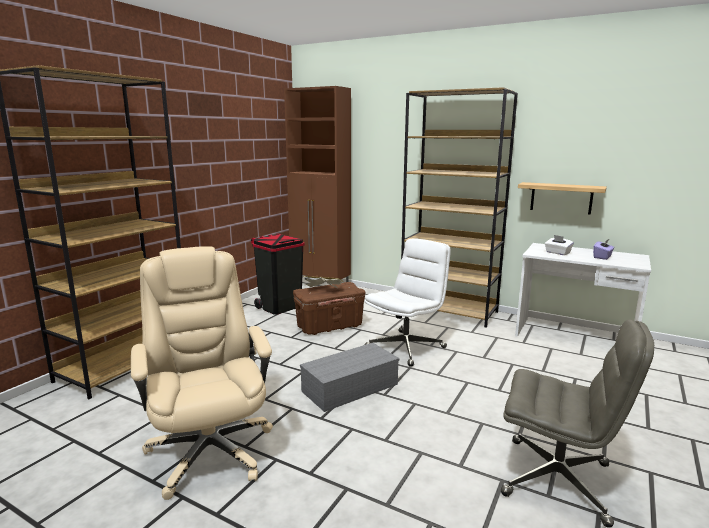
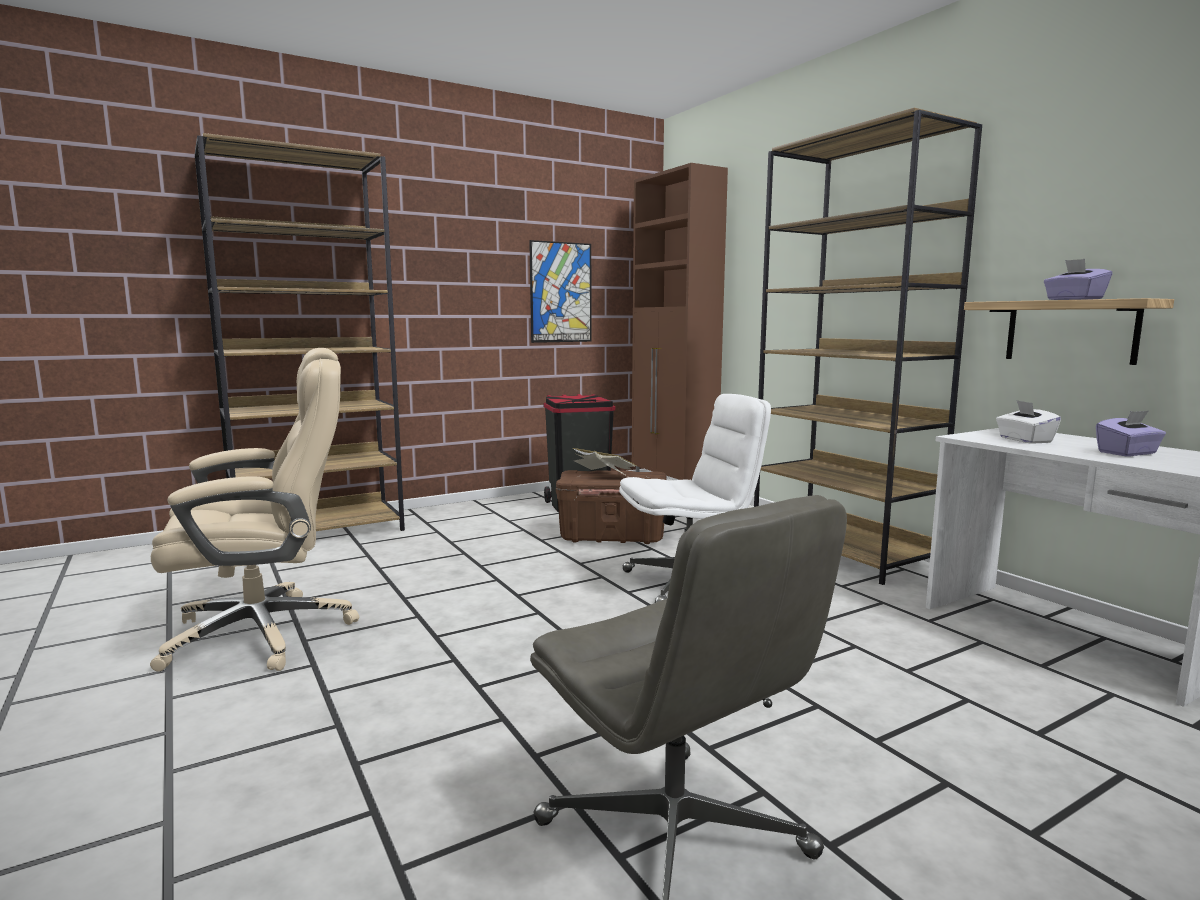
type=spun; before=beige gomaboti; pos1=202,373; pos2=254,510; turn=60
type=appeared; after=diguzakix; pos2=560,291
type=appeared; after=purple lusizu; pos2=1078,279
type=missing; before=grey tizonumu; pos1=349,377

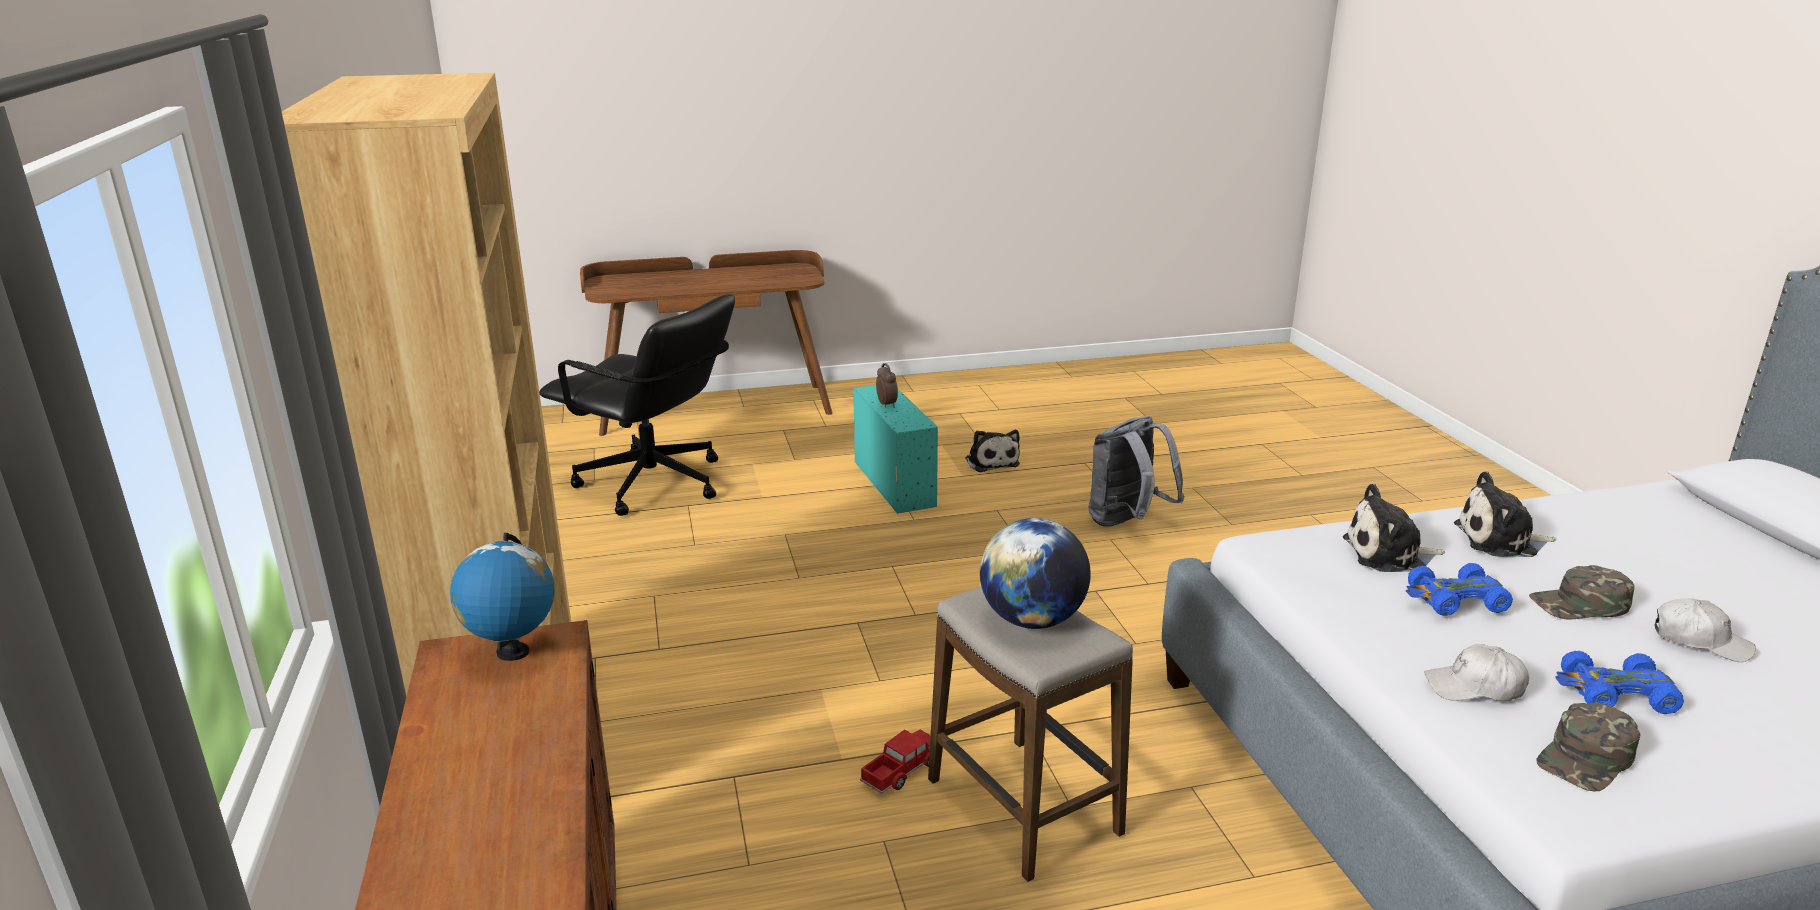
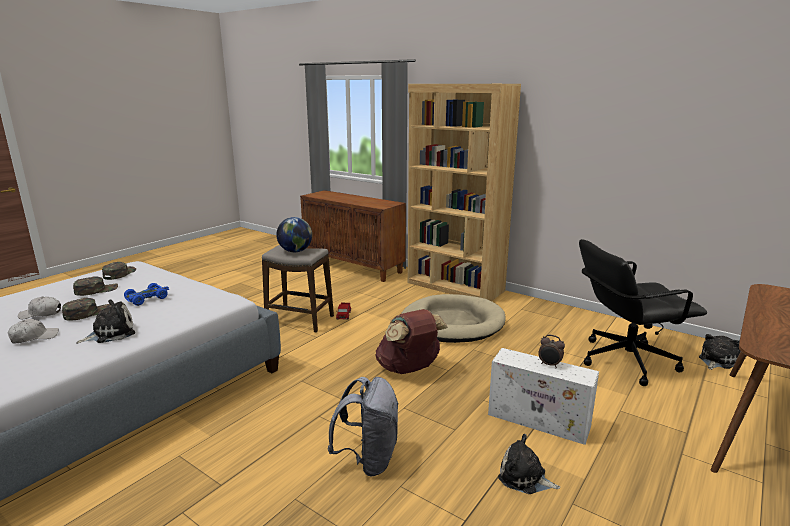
type=relocated; before=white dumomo; pos1=1476,672; pos2=33,331
type=exchanged; before=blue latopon; after=green dumomo; pos1=1619,682; pos2=95,286
type=appeared; after=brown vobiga; pos2=411,341
type=appeared; after=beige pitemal; pos2=453,318
type=colour; before=turquoise tizonumu; after=white tizonumu; pos1=895,449; pos2=543,396
type=relocated; before=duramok; pos1=1394,528; pos2=719,352
type=missing; before=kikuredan; pos1=502,597

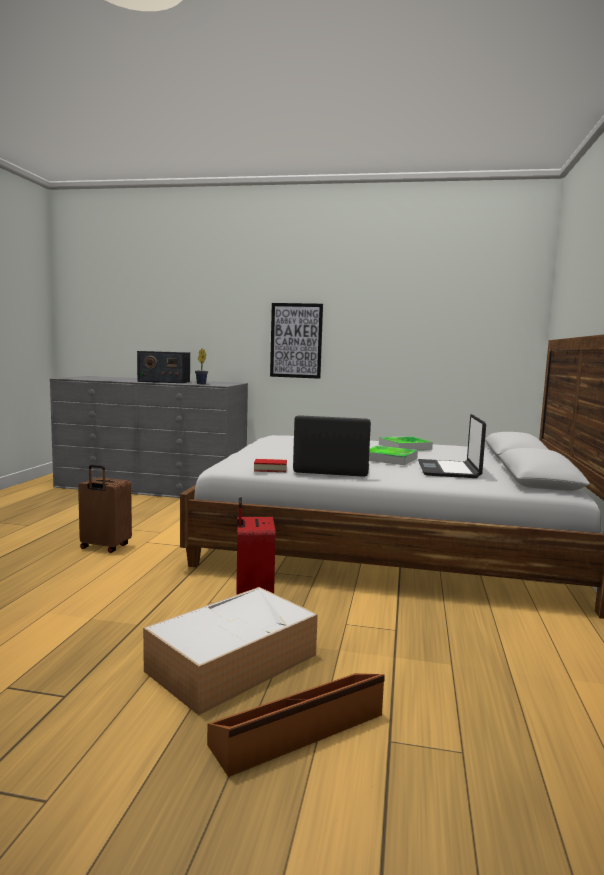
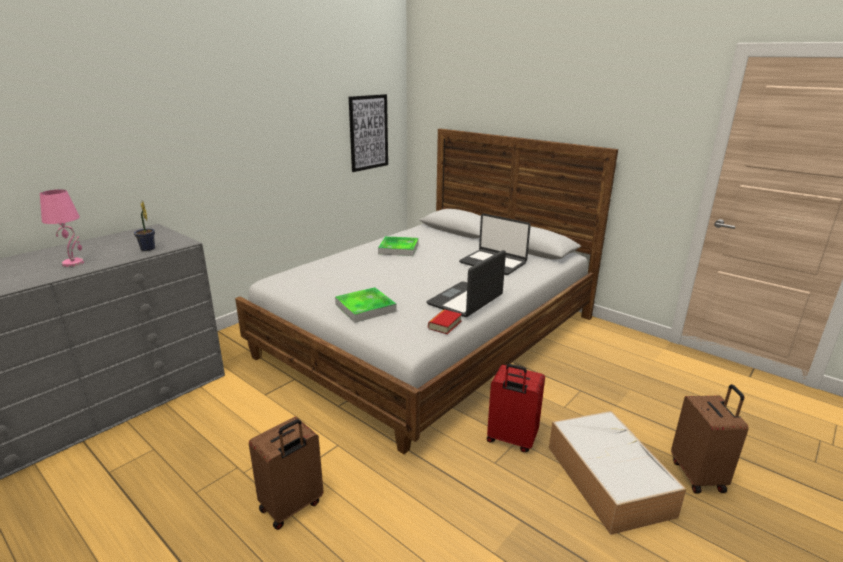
type=exchanged; before=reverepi; after=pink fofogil; pos1=163,367; pos2=62,228
type=relocated; before=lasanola; pos1=393,455; pos2=365,305
type=relocated; before=diguzakix; pos1=296,341; pos2=368,133
type=exchanged; before=brown tizonumu; after=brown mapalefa; pos1=296,725; pos2=710,439

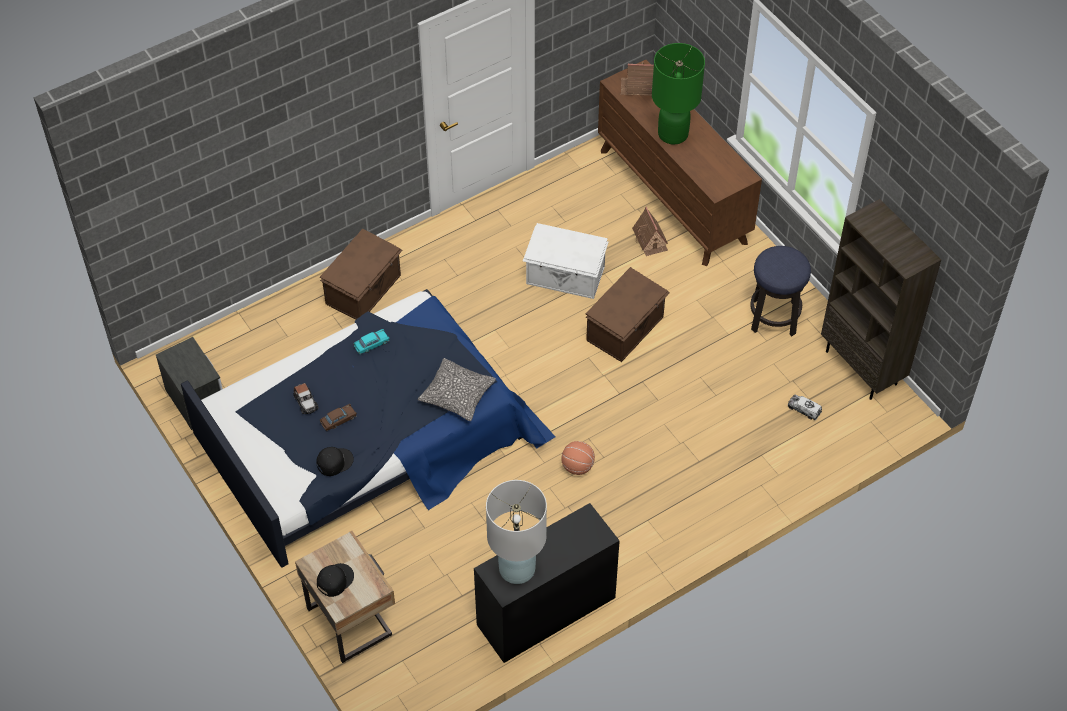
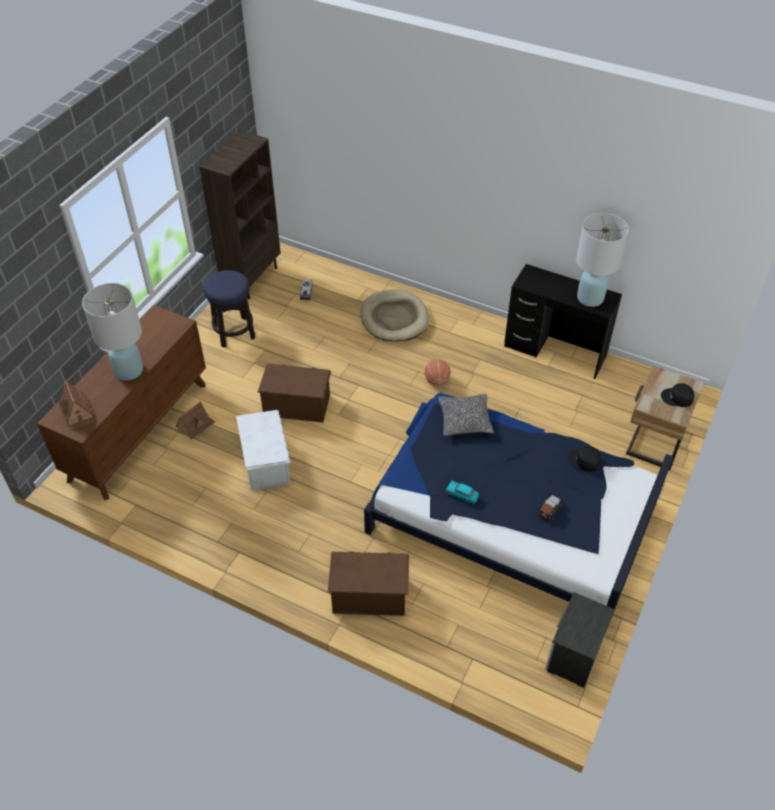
type=colour; before=green fofogil; after=white fofogil; pos1=678,93; pos2=112,331
type=appeared; after=beige pitemal; pos2=395,315
type=missing; before=brown latopon; pos1=338,418

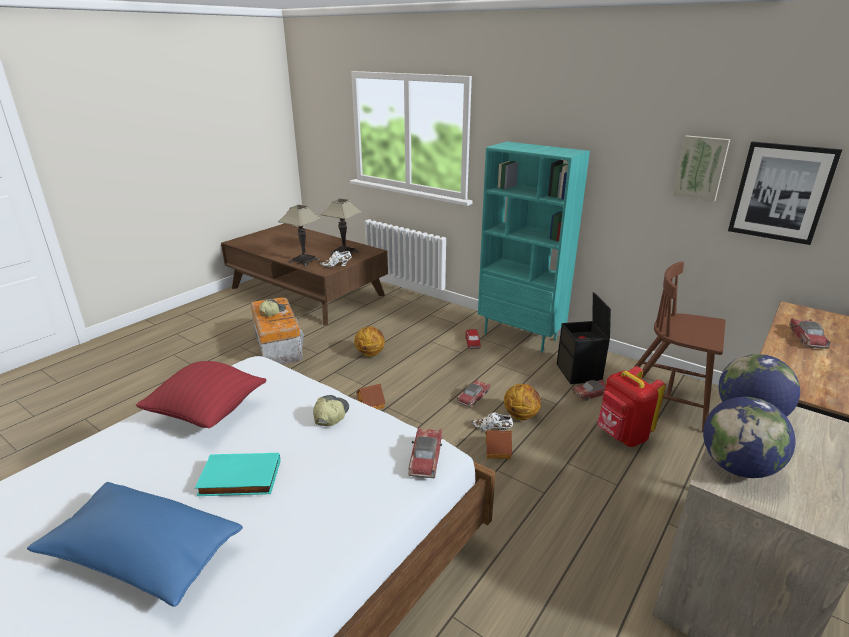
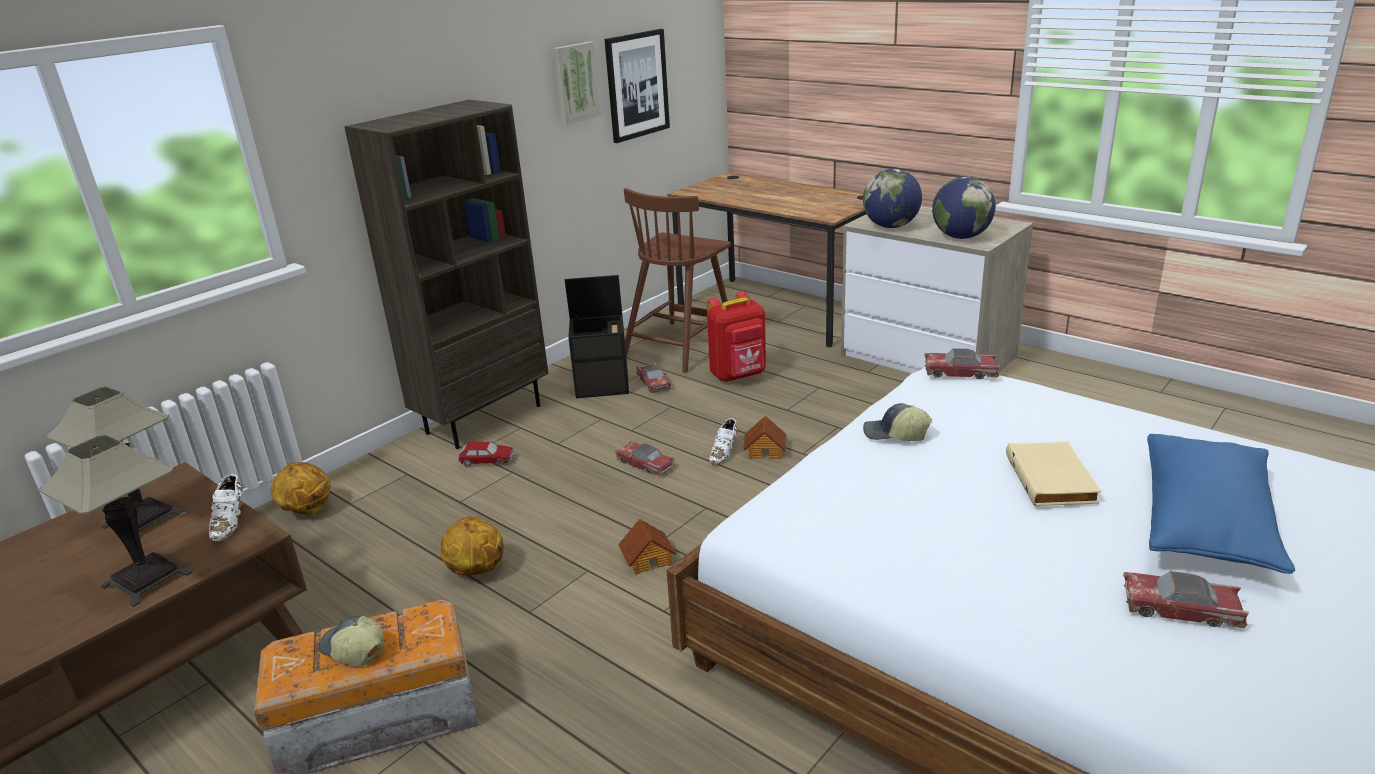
type=relocated; before=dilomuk; pos1=522,402; pos2=300,488
type=colour; before=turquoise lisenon; after=brown lisenon; pos1=534,247; pos2=446,274
type=colour; before=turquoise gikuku; after=beige gikuku; pos1=237,474; pos2=1053,474
type=relocated; before=latopon; pos1=810,333; pos2=1186,599
type=missing; before=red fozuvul; pos1=201,394

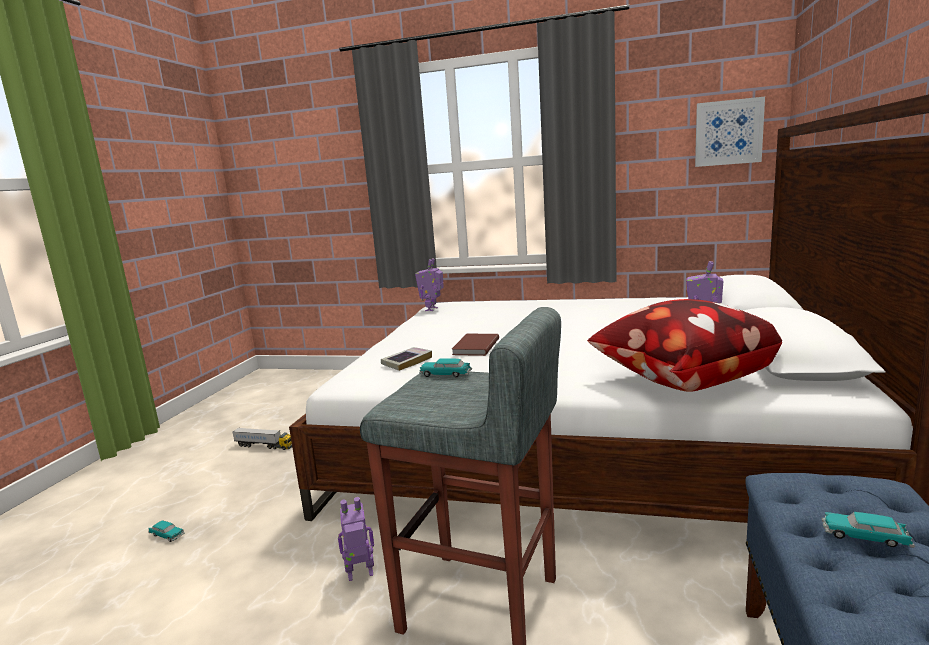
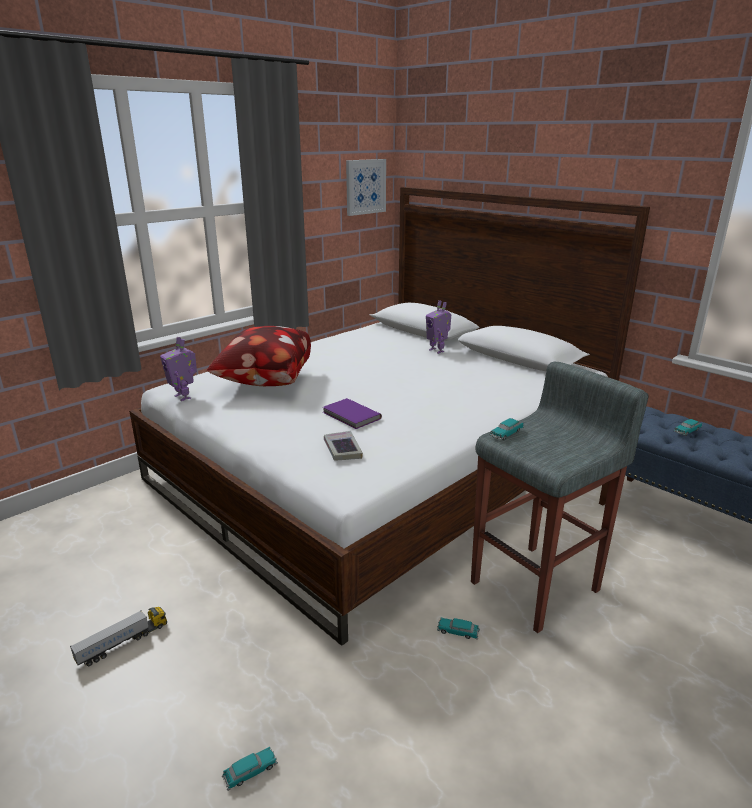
type=relocated; before=fozuvul; pos1=685,345; pos2=259,356
type=colour; before=brown gikuku; after=purple gikuku; pos1=475,345; pos2=352,413
type=exchanged; before=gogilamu; after=latopon; pos1=356,539; pos2=458,628

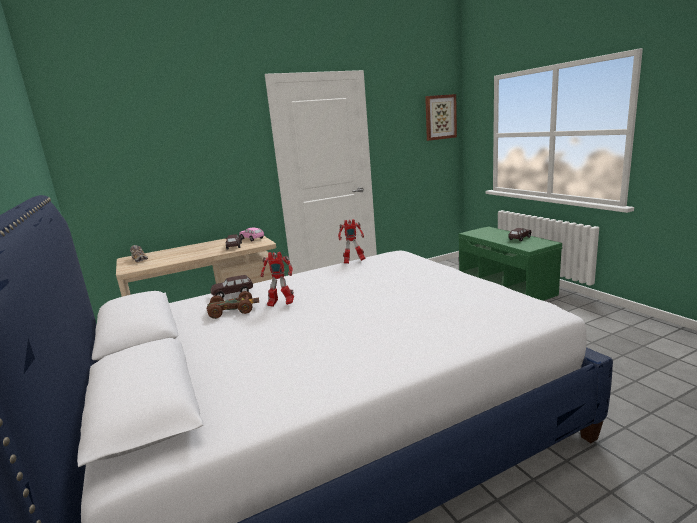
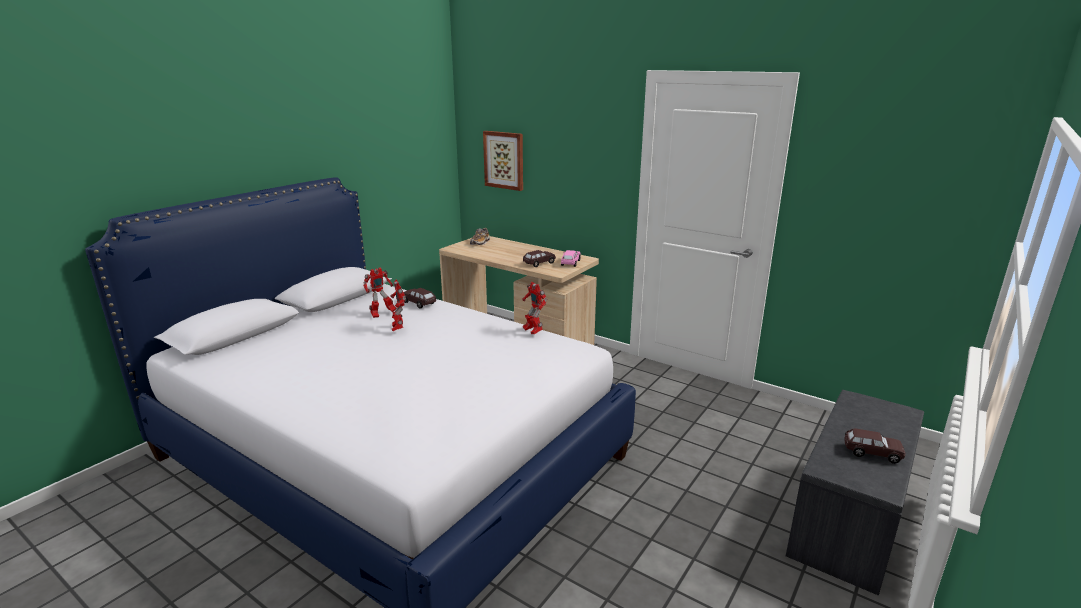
type=exchanged; before=brown latopon; after=gogilamu; pos1=233,305; pos2=379,292
type=relocated; before=diguzakix; pos1=441,117; pos2=503,161
type=colour; before=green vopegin; after=grey vopegin; pos1=510,264; pos2=855,493

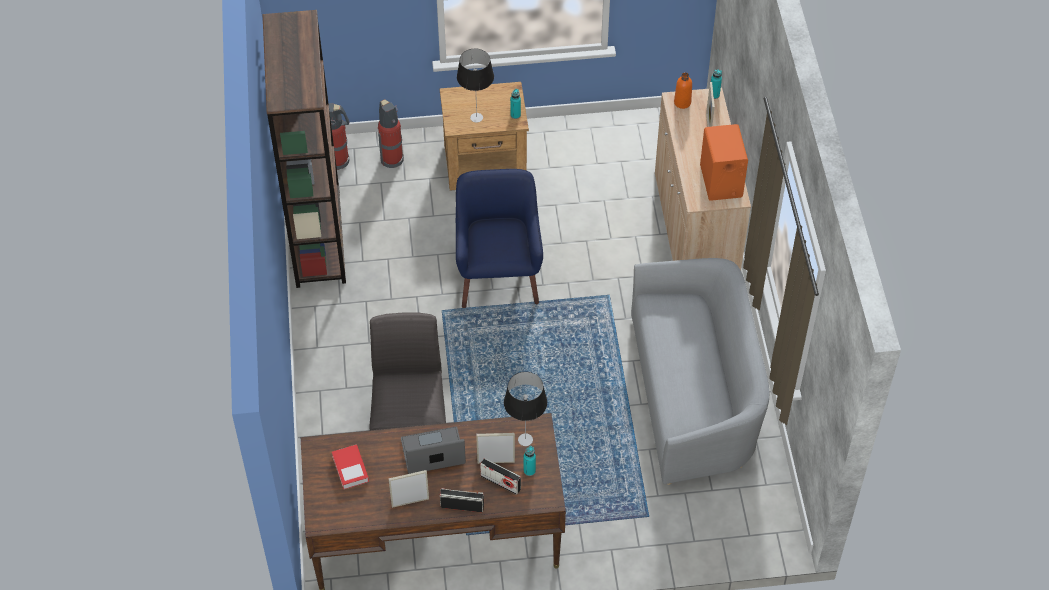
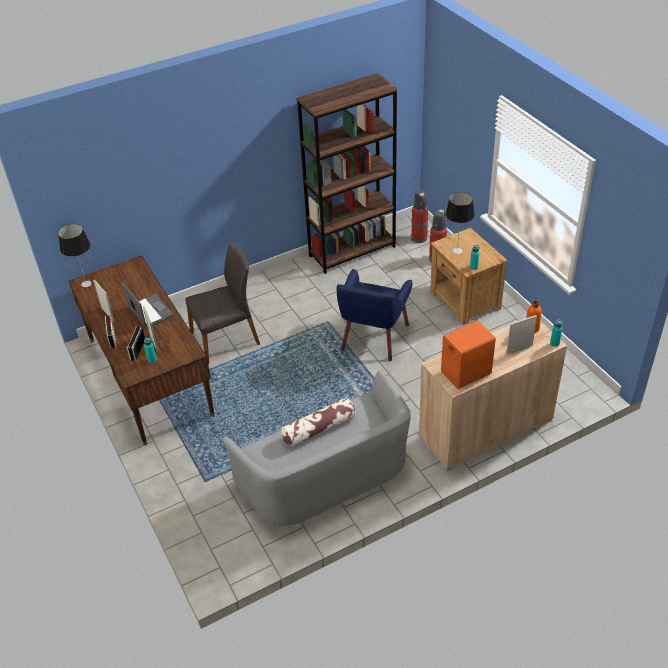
type=relocated; before=fofogil; pos1=525,409; pos2=75,255
type=appeared; after=fozuvul; pos2=318,422
type=spun; before=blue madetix; pos1=499,238; pos2=375,315; turn=135
type=missing; before=gikuku; pos1=350,467

